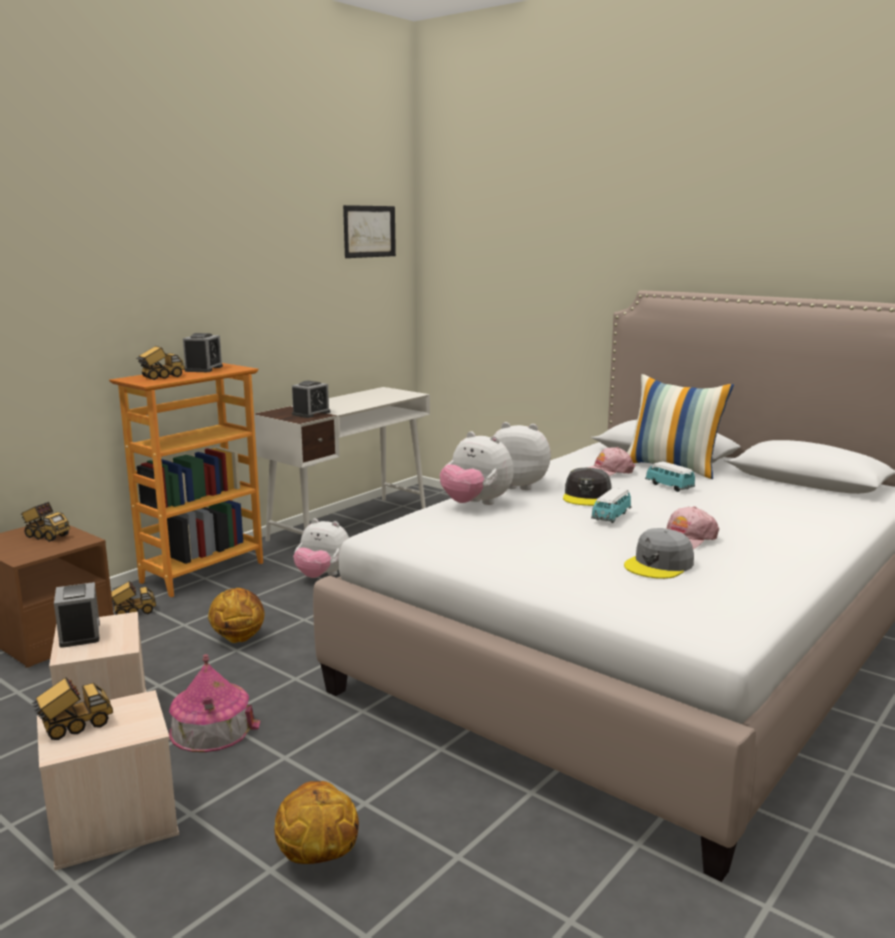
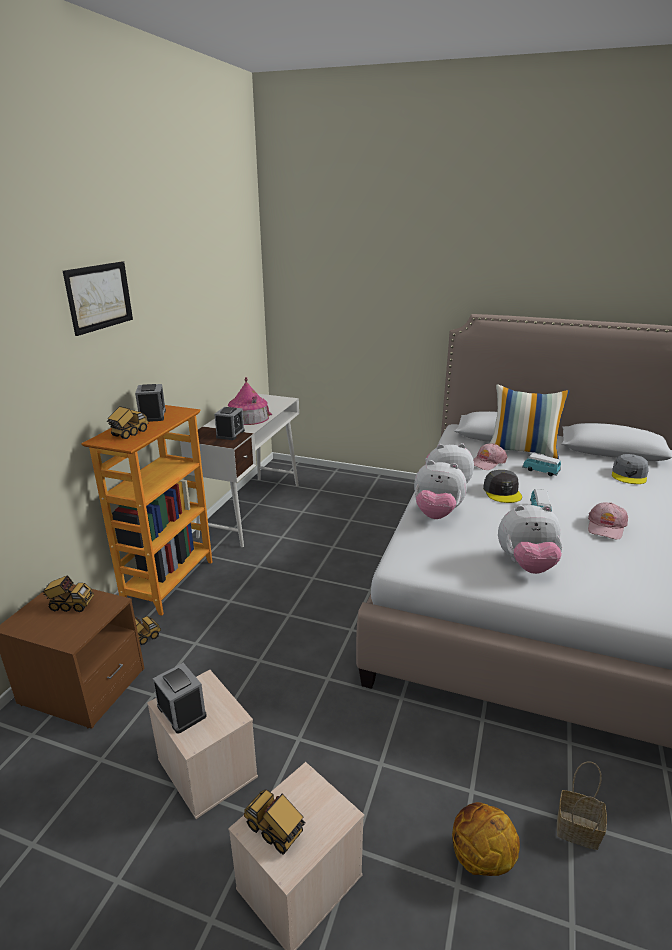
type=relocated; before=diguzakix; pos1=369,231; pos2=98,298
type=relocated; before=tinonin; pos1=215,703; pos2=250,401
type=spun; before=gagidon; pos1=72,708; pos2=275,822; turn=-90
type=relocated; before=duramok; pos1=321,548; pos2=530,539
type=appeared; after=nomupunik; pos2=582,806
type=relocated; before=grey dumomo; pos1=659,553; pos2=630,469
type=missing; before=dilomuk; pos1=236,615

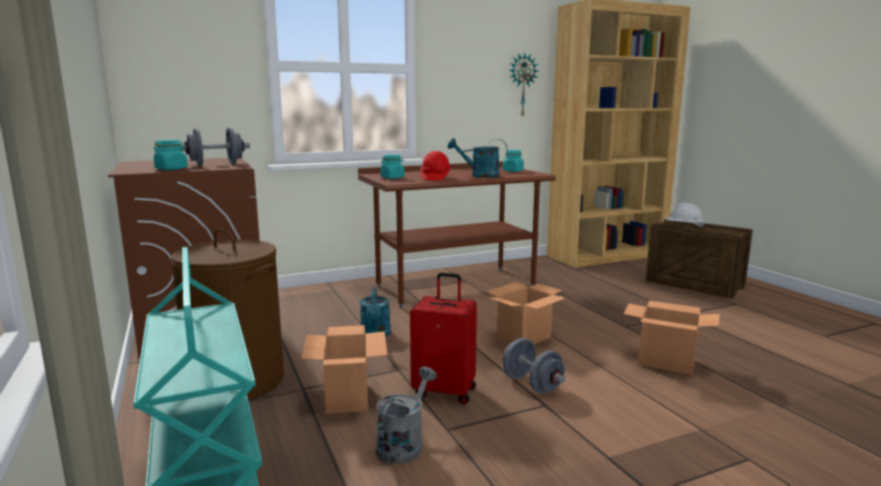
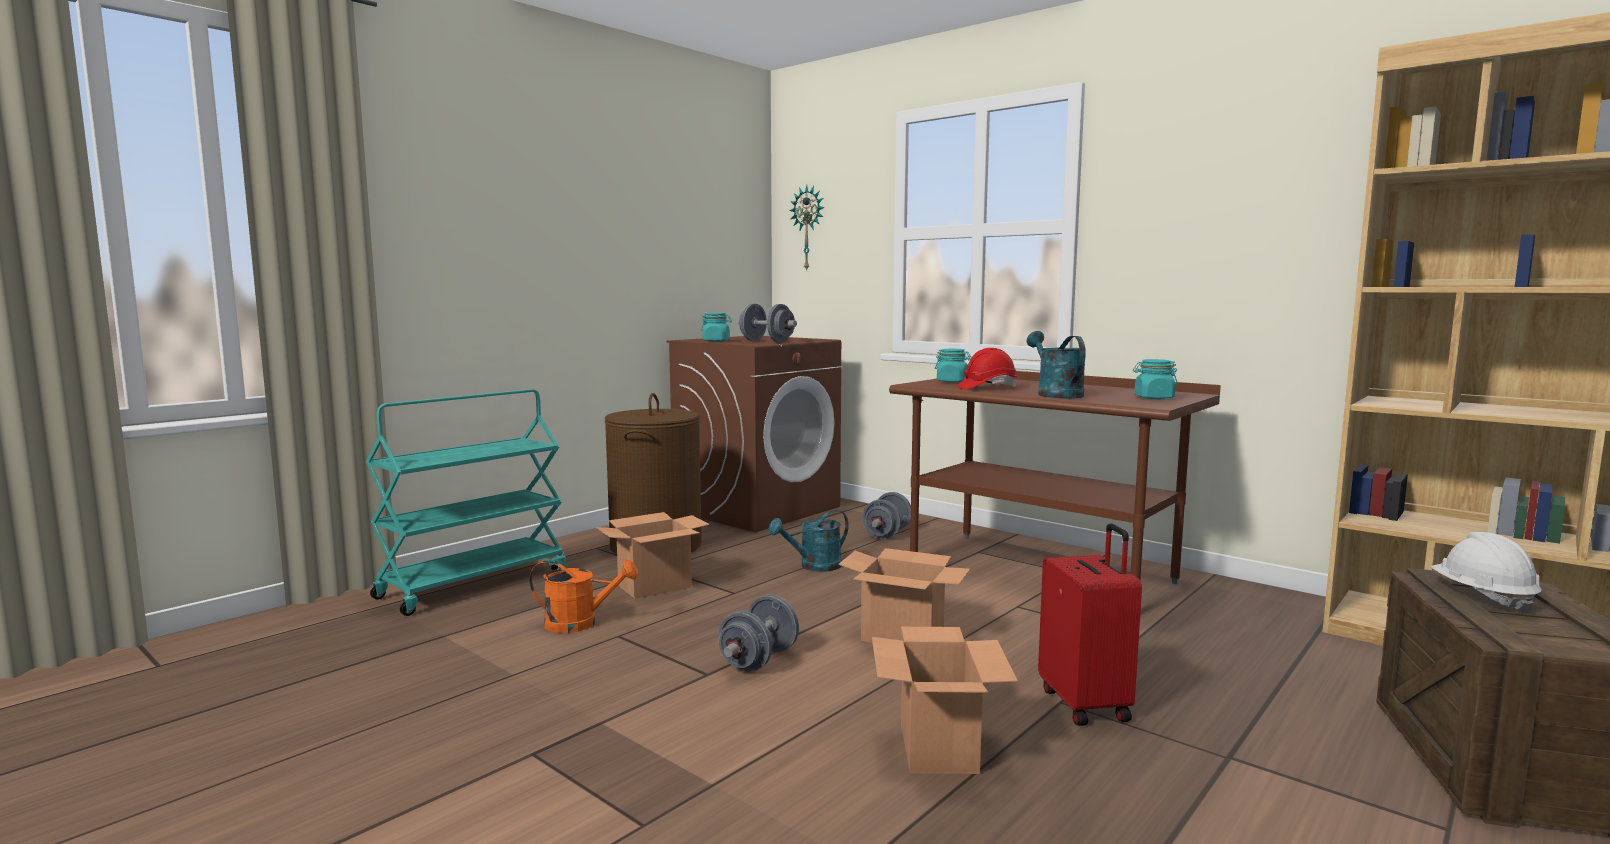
type=colour; before=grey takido; after=orange takido; pos1=406,415; pos2=583,596
type=relocated; before=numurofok; pos1=523,85; pos2=807,228
type=appeared; after=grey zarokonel; pos2=886,515
type=relocated; before=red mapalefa; pos1=443,338; pos2=1090,624

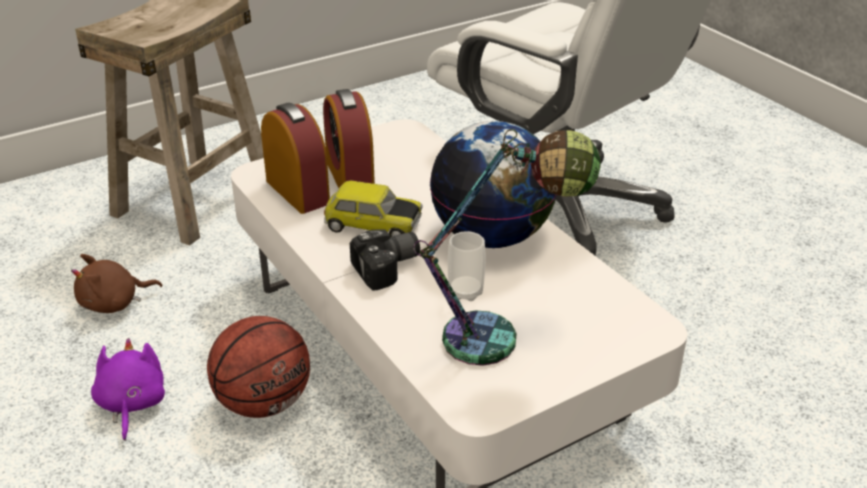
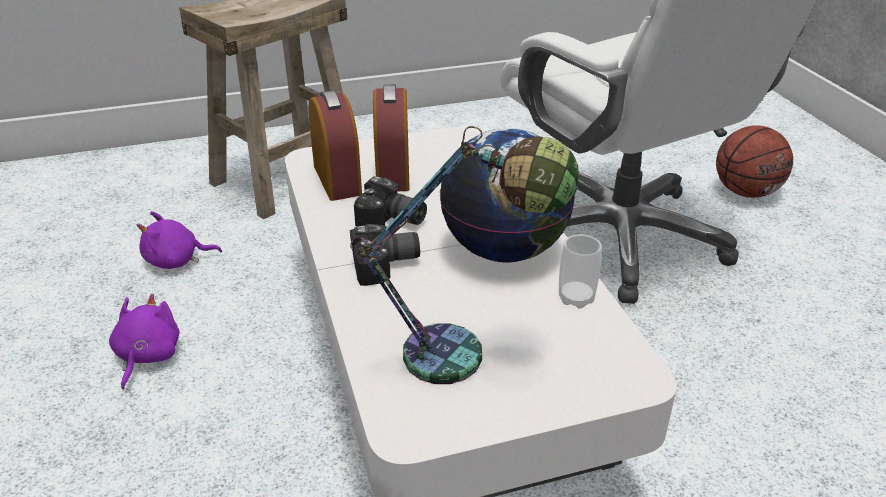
type=colour; before=brown duramok; after=purple duramok; pos1=116,283; pos2=179,240
type=exchanged; before=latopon; after=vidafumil; pos1=373,208; pos2=390,201
type=relocated; before=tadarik; pos1=466,266; pos2=580,271
type=relocated; before=dilomuk; pos1=258,367; pos2=754,161

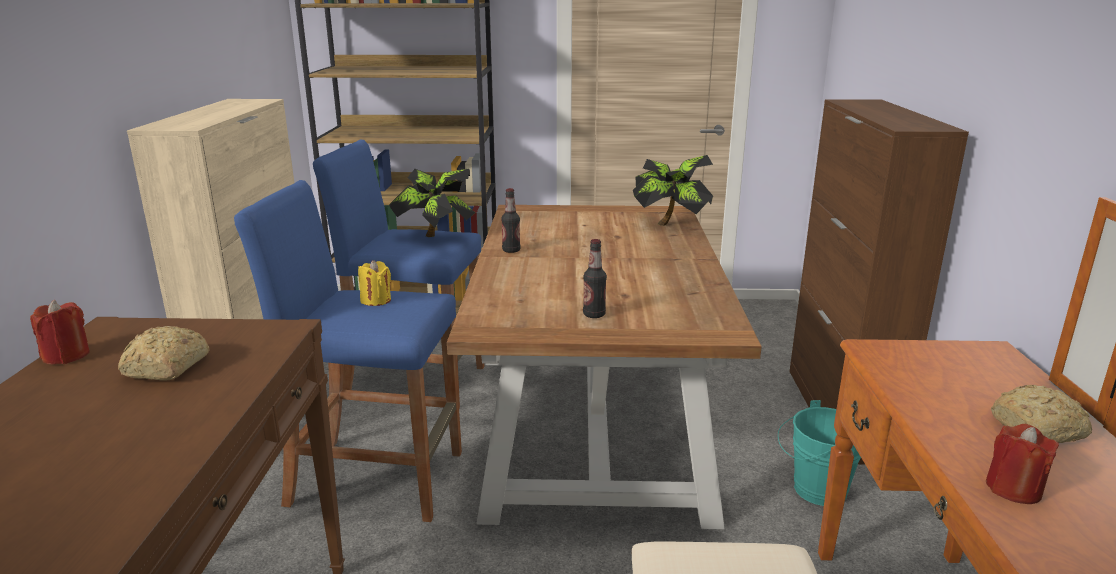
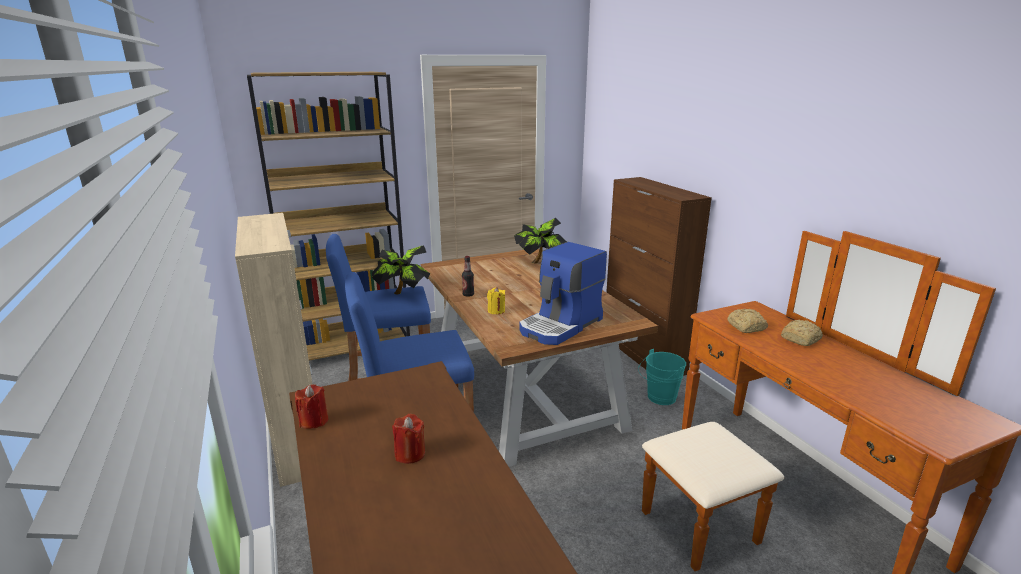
type=relocated; before=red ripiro; pos1=1022,464; pos2=408,439
type=relocated; before=yellow ripiro; pos1=374,283; pos2=496,300
type=exchanged; before=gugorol; after=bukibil; pos1=595,278; pos2=563,293
type=relocated; before=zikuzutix; pos1=164,353; pos2=748,321

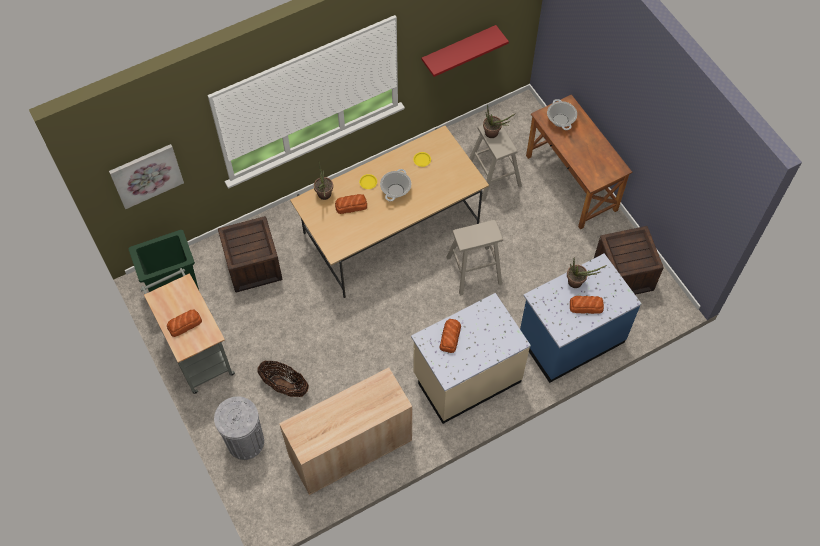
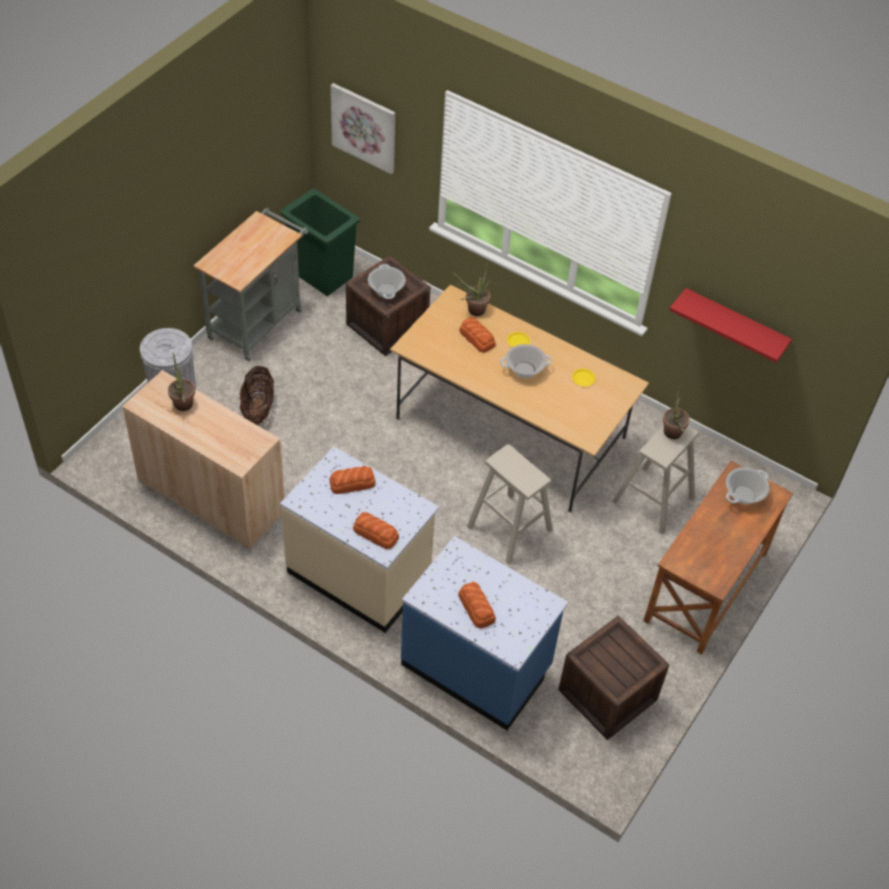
type=relocated; before=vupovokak; pos1=587,273; pos2=181,381
type=relocated; before=zikuzutix; pos1=184,323; pos2=376,530
type=appeared; after=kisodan; pos2=387,281

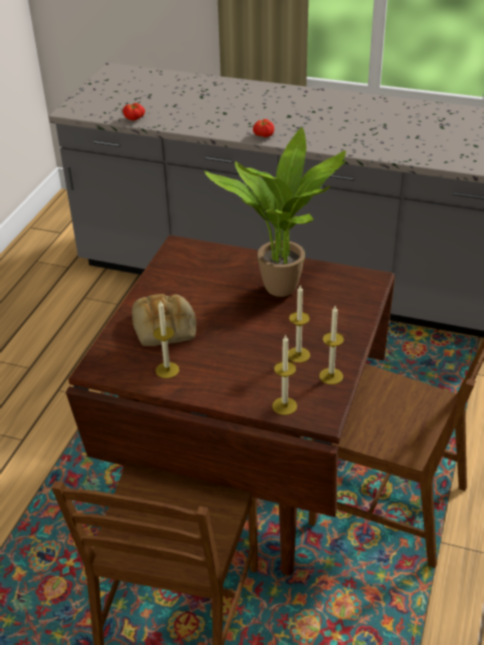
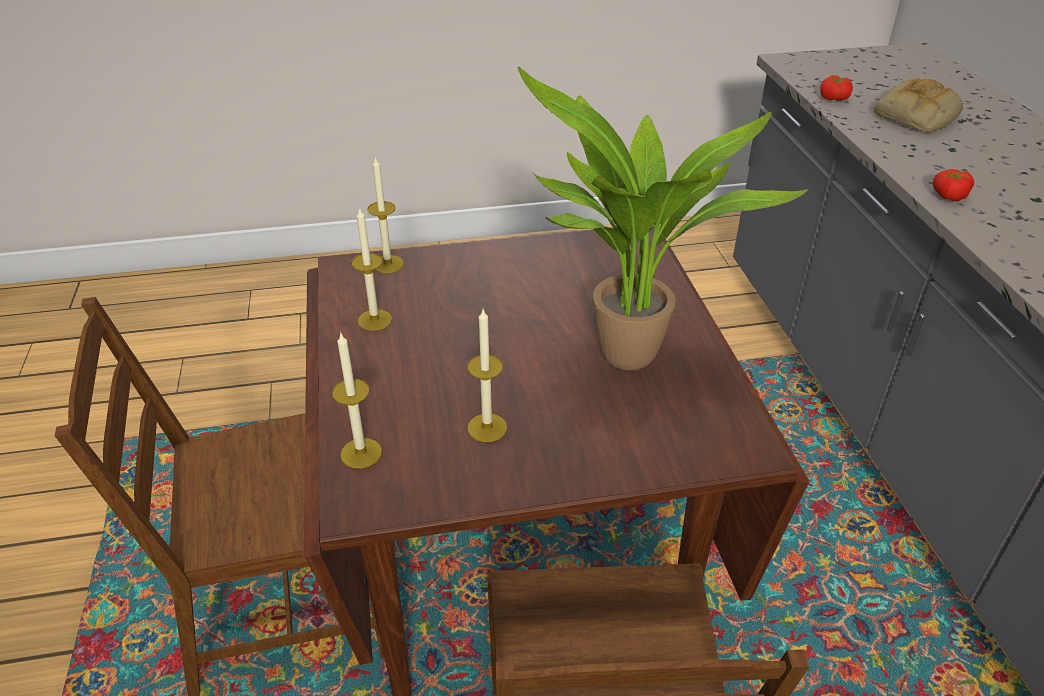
type=relocated; before=ripiro; pos1=331,345; pos2=385,214
type=relocated; before=zikuzutix; pos1=164,320; pos2=918,105

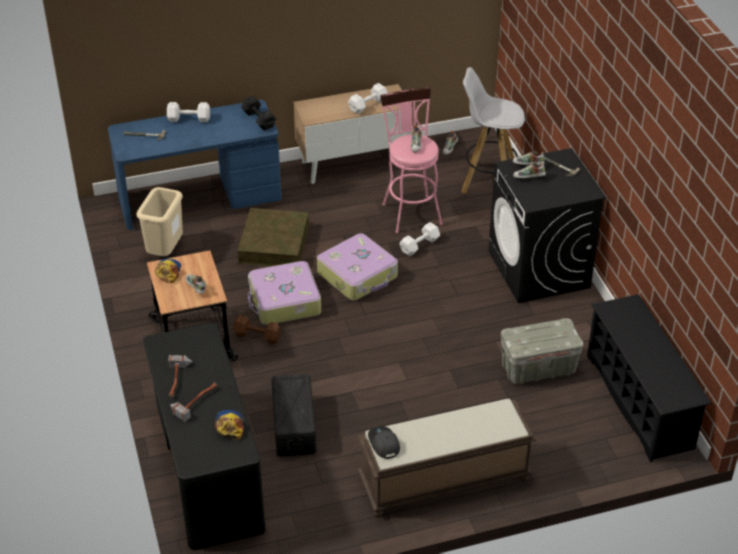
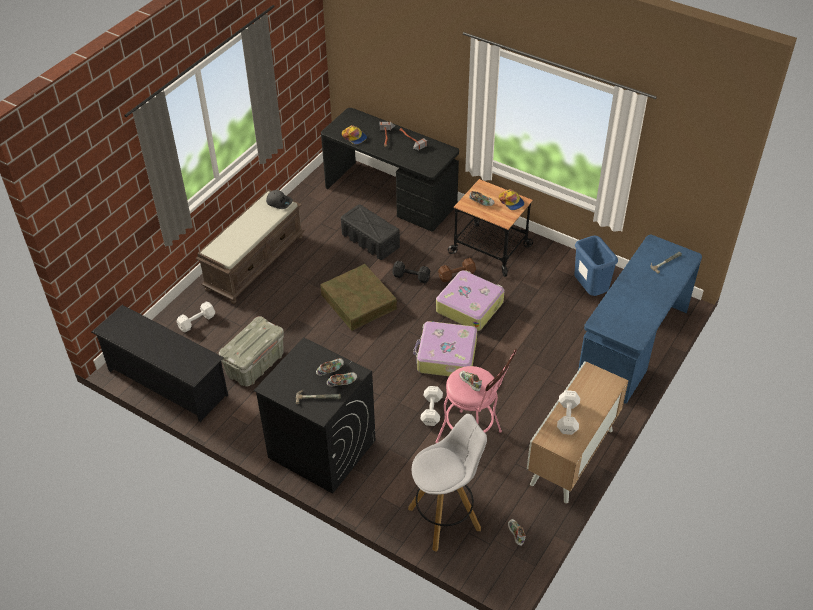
type=relocated; before=white zarokonel; pos1=188,112; pos2=195,316
type=relocated; before=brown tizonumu; pos1=273,237; pos2=358,297
type=relocated; before=black zarokonel; pos1=258,113; pos2=411,272
type=colour; before=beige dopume; after=blue dopume; pos1=159,221; pos2=596,266

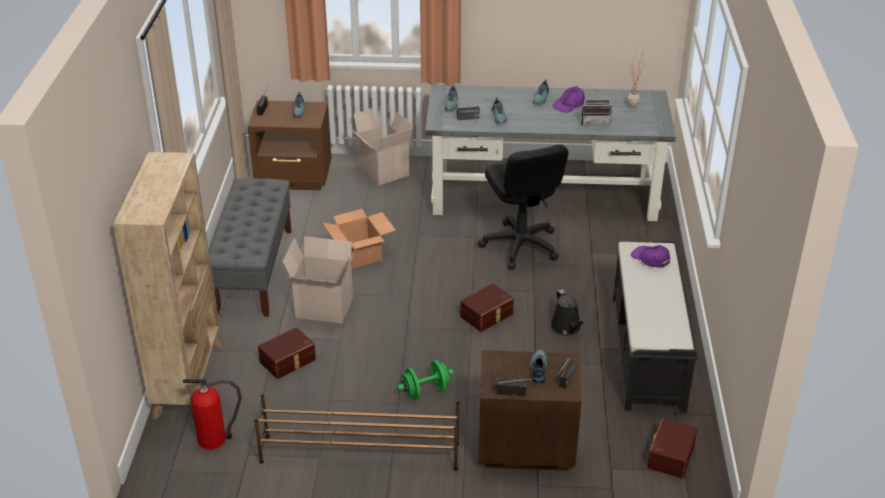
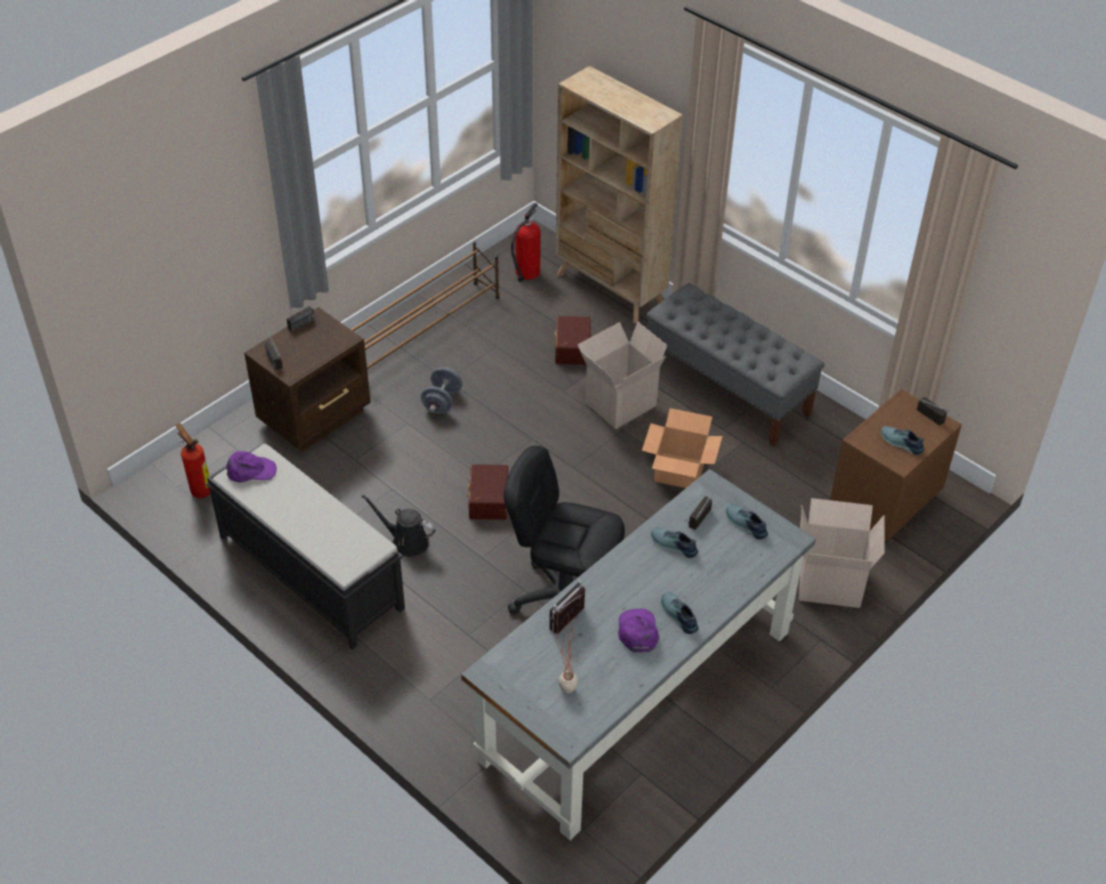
type=exchanged; before=brown tizonumu; after=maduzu; pos1=672,448; pos2=193,460
type=relocated; before=purple dumomo; pos1=650,256; pos2=251,467
type=colour; before=green zarokonel; after=grey zarokonel; pos1=425,379; pos2=441,390
type=missing; before=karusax; pos1=538,366

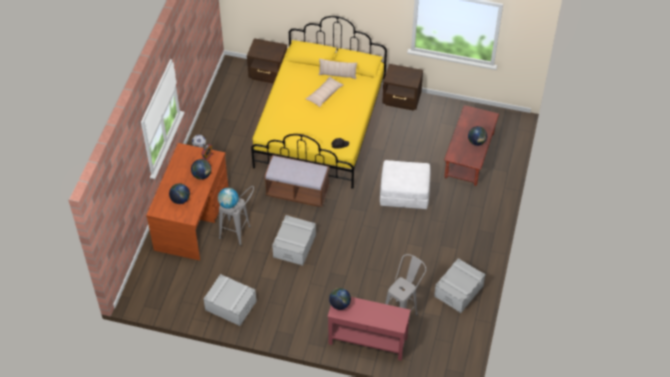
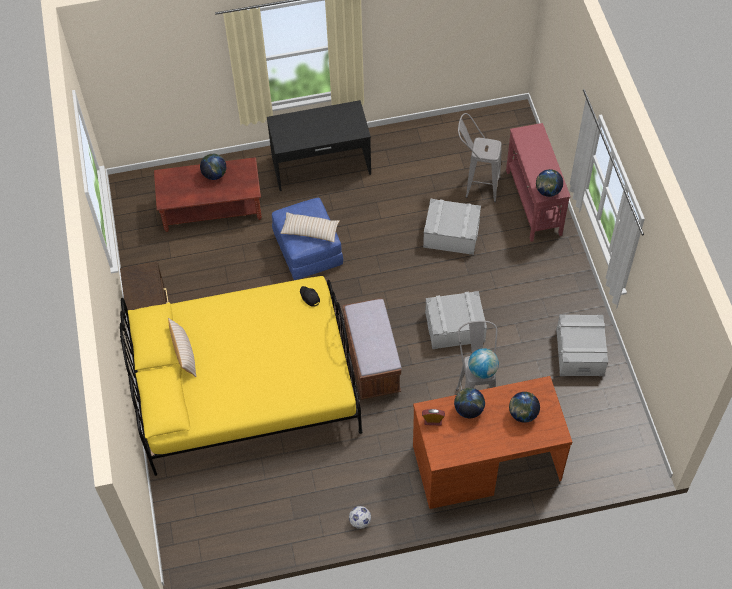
type=appeared; after=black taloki; pos2=319,145
type=colour; before=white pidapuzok; after=blue pidapuzok; pos1=405,184; pos2=307,239
type=relocated; before=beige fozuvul; pos1=325,92; pos2=309,227
type=relocated; before=grey tizonumu; pos1=460,285; pos2=452,227
type=missing; before=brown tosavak; pos1=267,61

